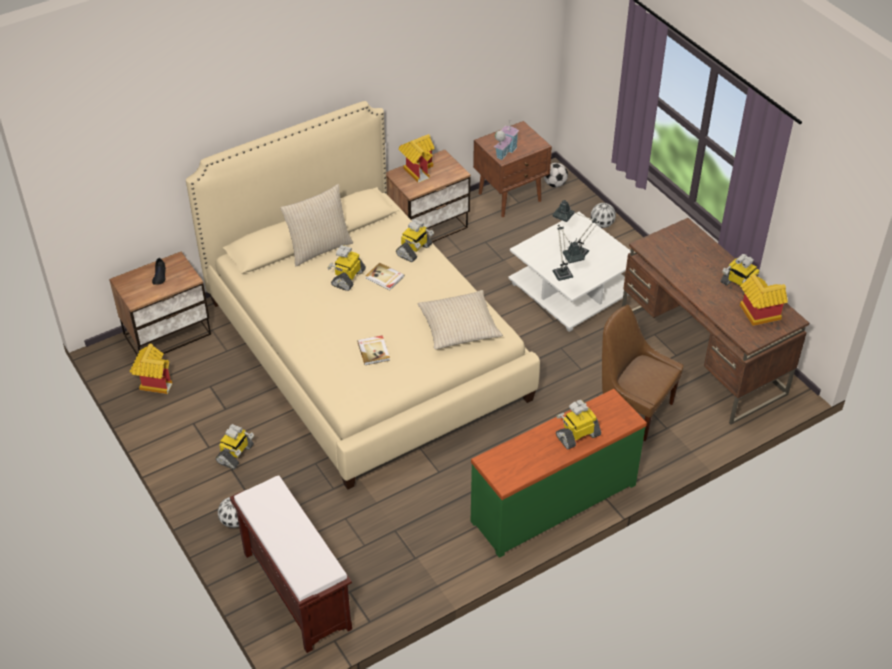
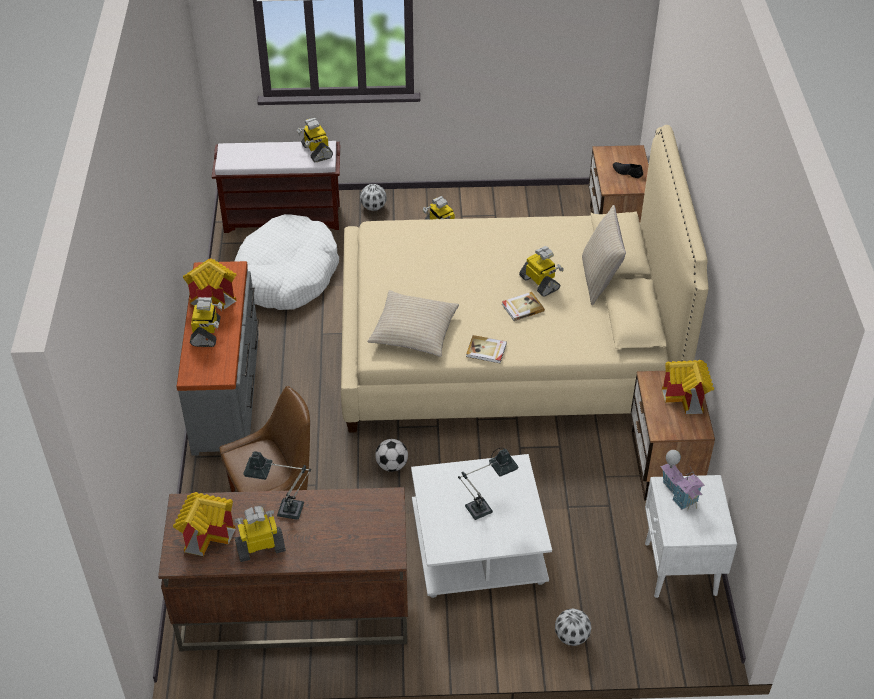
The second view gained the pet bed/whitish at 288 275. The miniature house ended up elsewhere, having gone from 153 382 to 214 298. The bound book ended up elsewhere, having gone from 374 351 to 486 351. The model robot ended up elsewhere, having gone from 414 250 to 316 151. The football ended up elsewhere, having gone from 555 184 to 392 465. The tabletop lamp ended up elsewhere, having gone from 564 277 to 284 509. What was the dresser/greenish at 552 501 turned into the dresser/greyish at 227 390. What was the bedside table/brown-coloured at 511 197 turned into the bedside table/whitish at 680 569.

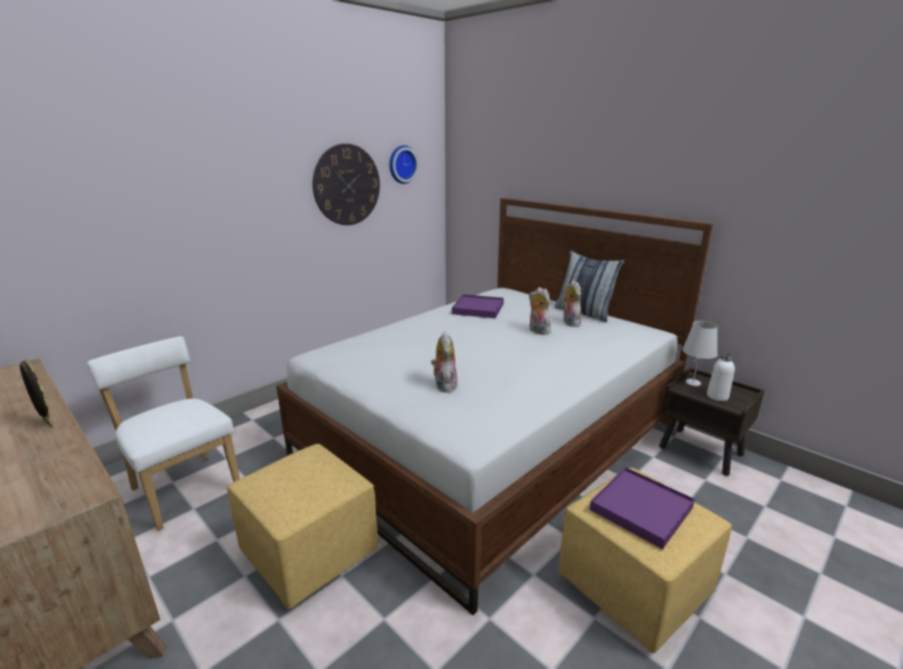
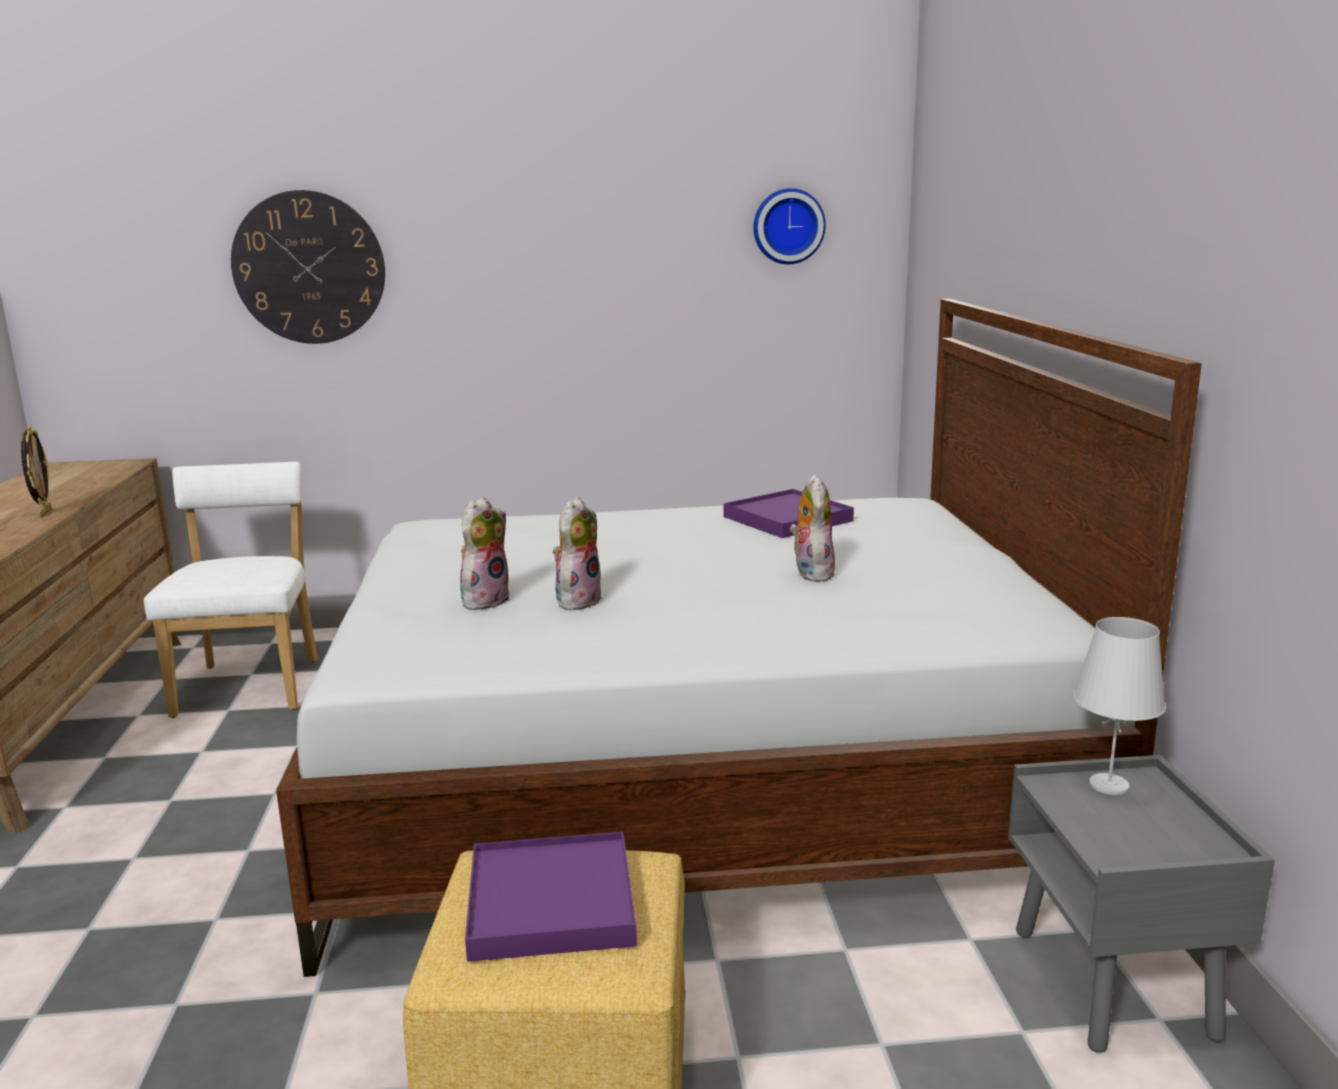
The second view lost the footrest/yellow at 312 552. The second view lost the throw pillow at 584 312. The second view lost the bottle/whitish at 717 396. The clock on the wall ended up elsewhere, having gone from 347 185 to 309 268. The cuddly toy ended up elsewhere, having gone from 569 323 to 577 600. What was the bedside table/brown-coloured at 701 451 turned into the bedside table/greyish at 1115 984.

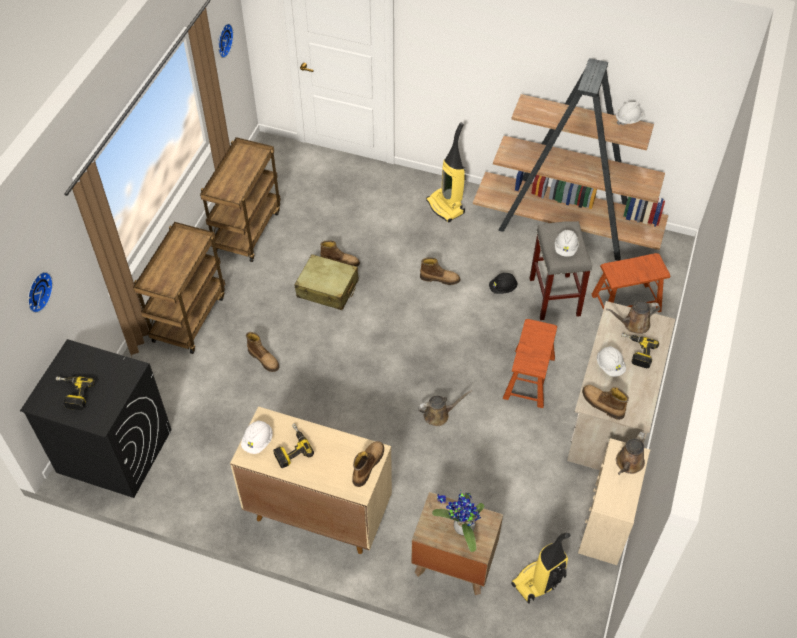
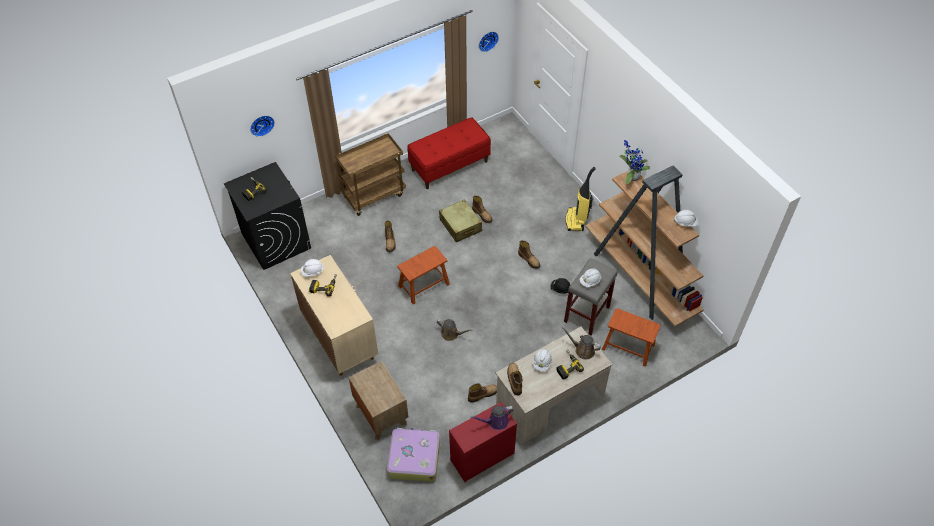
The tall boot ended up elsewhere, having gone from 367 465 to 483 394. The potted plant ended up elsewhere, having gone from 461 528 to 631 176. The stool seat/brown-coloured ended up elsewhere, having gone from 529 378 to 423 285. Where the cart/brown-coloured stood at 247 230, the indoor bench/reddish came to stand at 449 165. Where the vacuum cleaner stood at 538 582, the travel case came to stand at 414 458. What was the dresser/sand-coloured at 605 524 turned into the dresser/reddish at 481 457. What was the watering can/brown-coloured at 628 464 turned into the watering can/purple-coloured at 496 422.

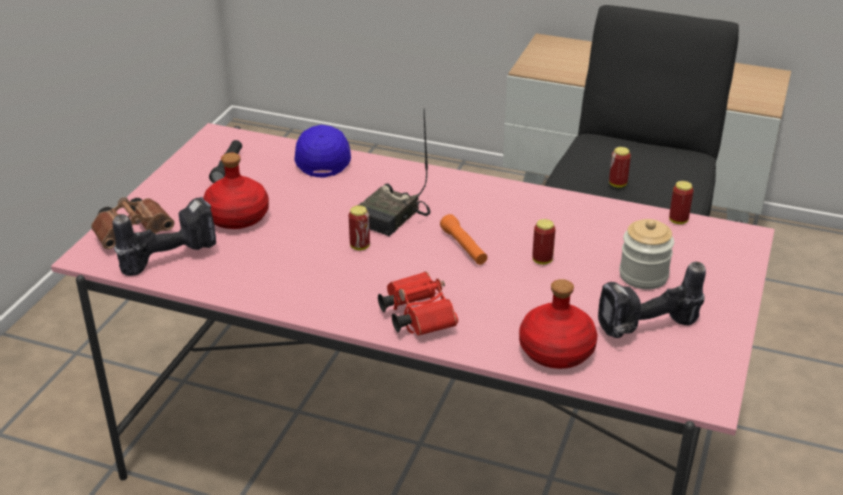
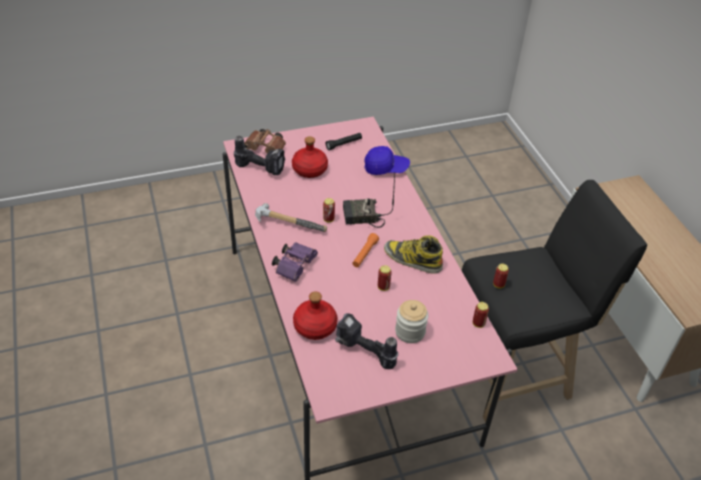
The second view gained the hammer at 289 223. The second view gained the tall boot at 412 259. What was the pair of binoculars/reddish at 416 316 turned into the pair of binoculars/purple-coloured at 295 265. The baseball cap/blue-coloured at 323 159 ended up facing another way, 45 degrees clockwise from before.

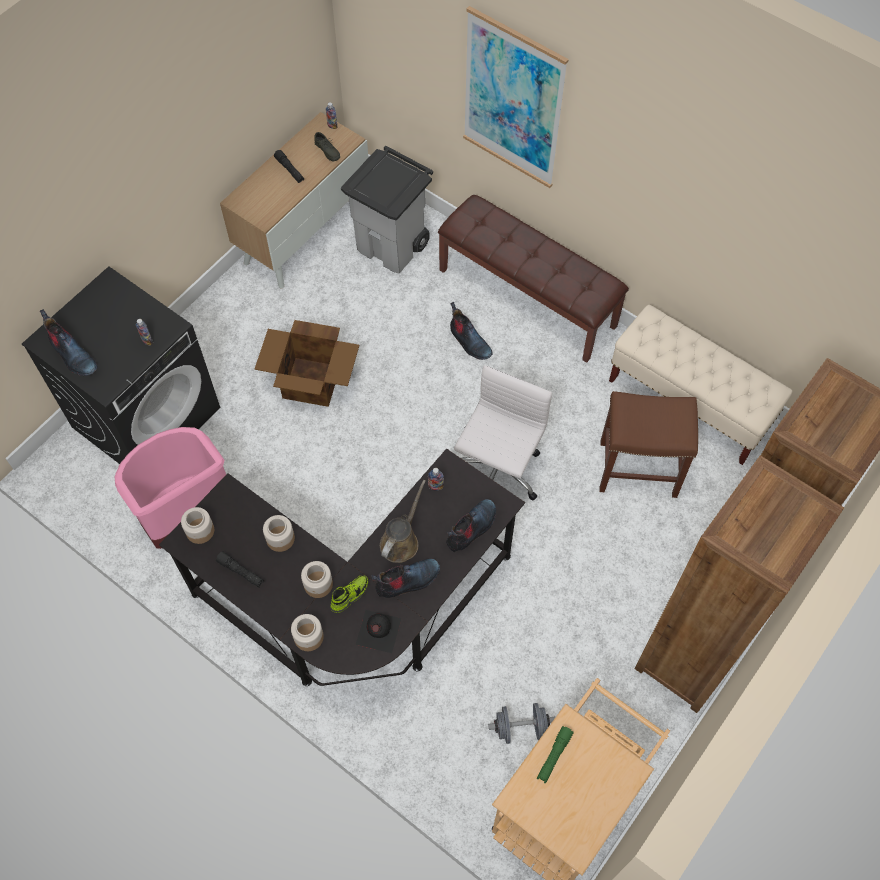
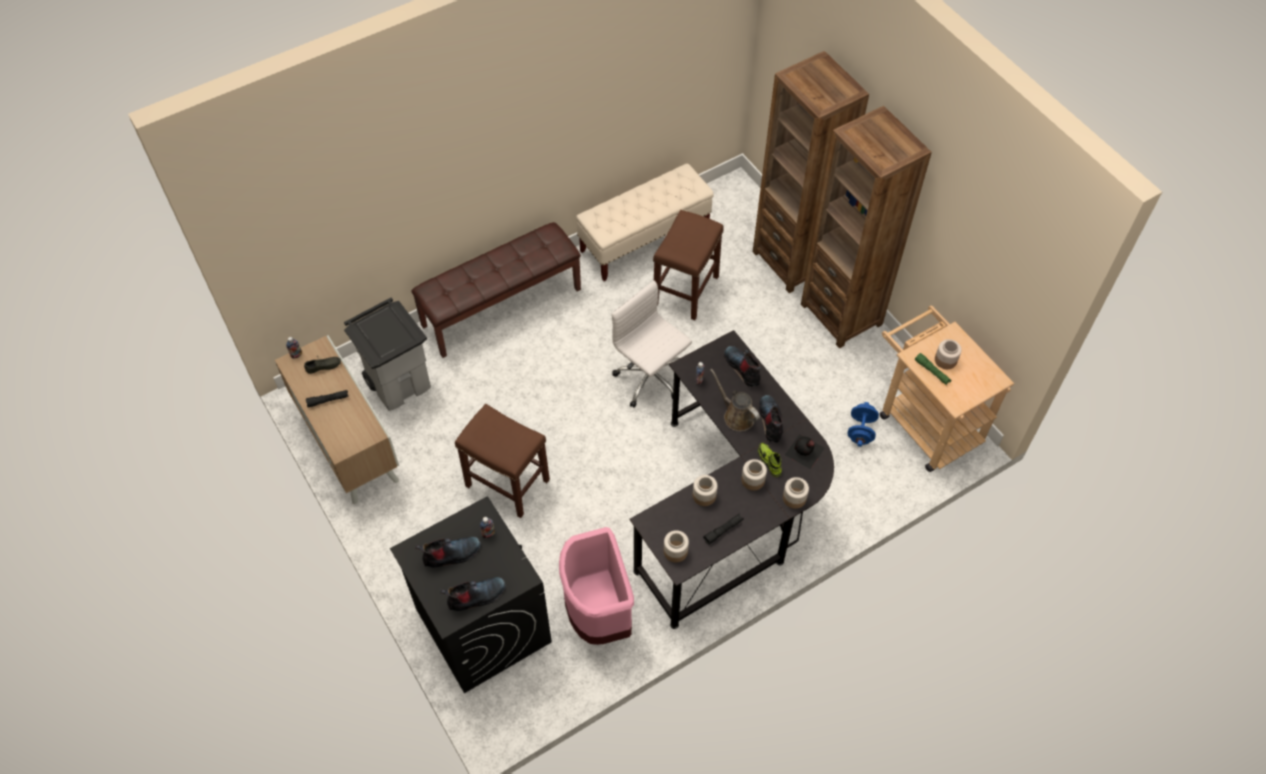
The second view lost the wall picture at 513 100. The second view gained the preserve jar at 945 360. The tall boot ended up elsewhere, having gone from 469 342 to 451 555. Where the packing box stood at 312 382, the stool seat/brown-coloured came to stand at 508 483. What was the hand weight/greyish at 520 727 turned into the hand weight/blue-coloured at 861 431.

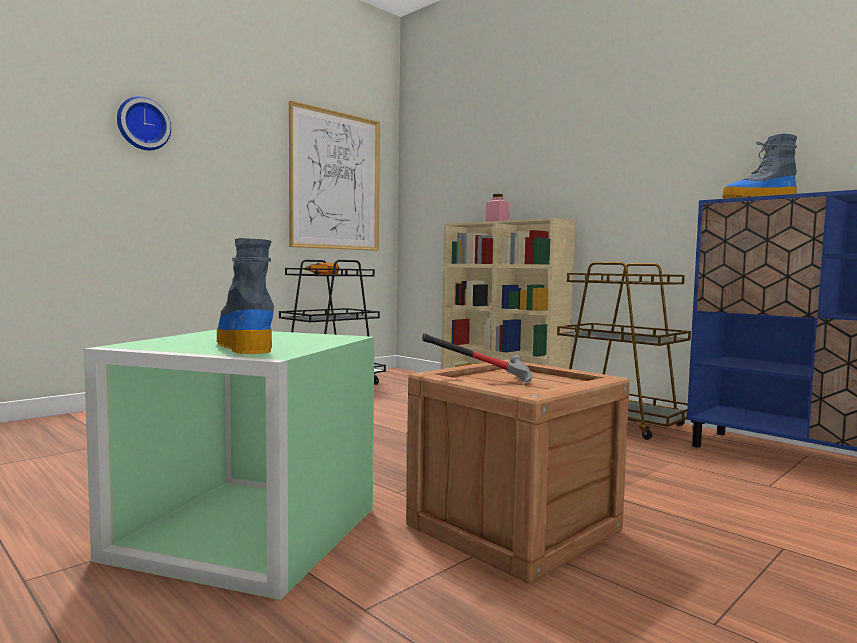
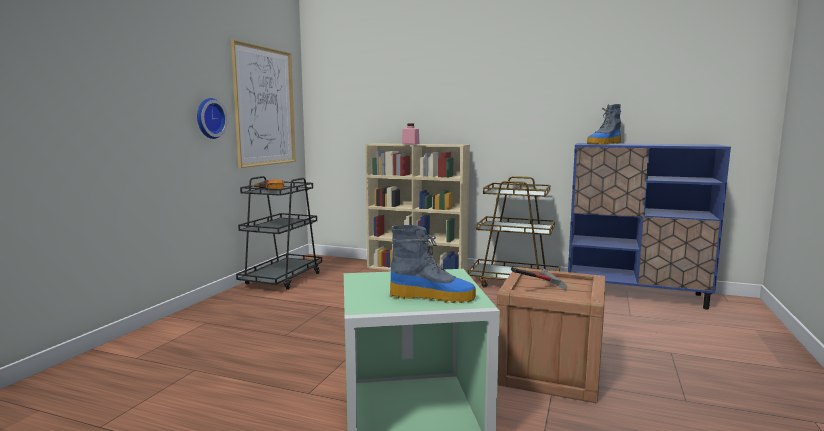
The clock on the wall ended up elsewhere, having gone from 143 124 to 209 118. The tall boot at 244 346 ended up facing another way, 150 degrees clockwise from before.

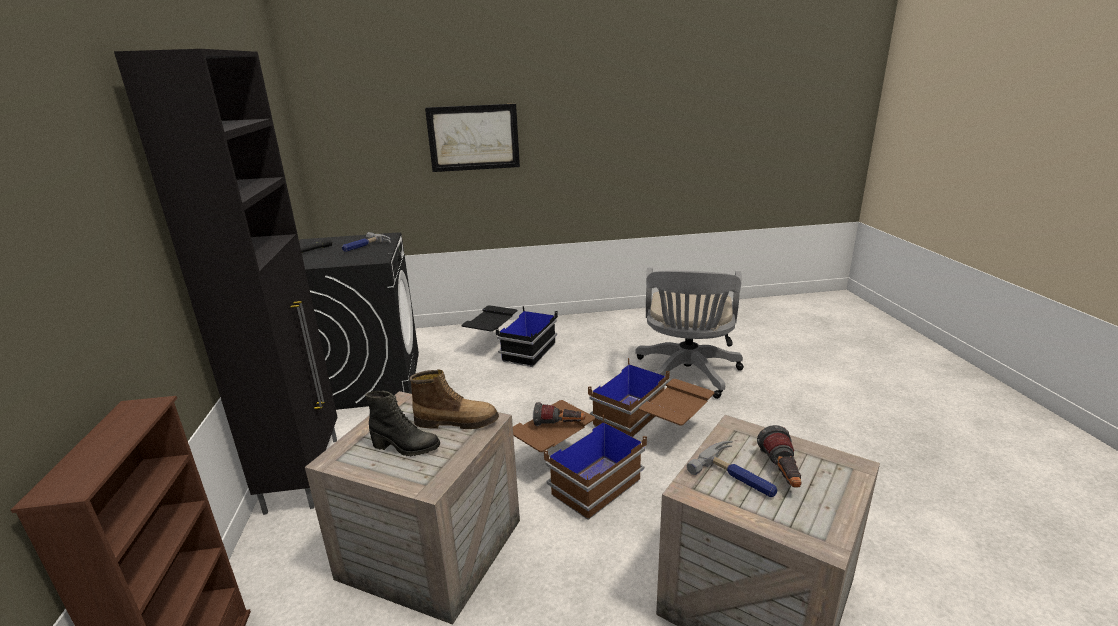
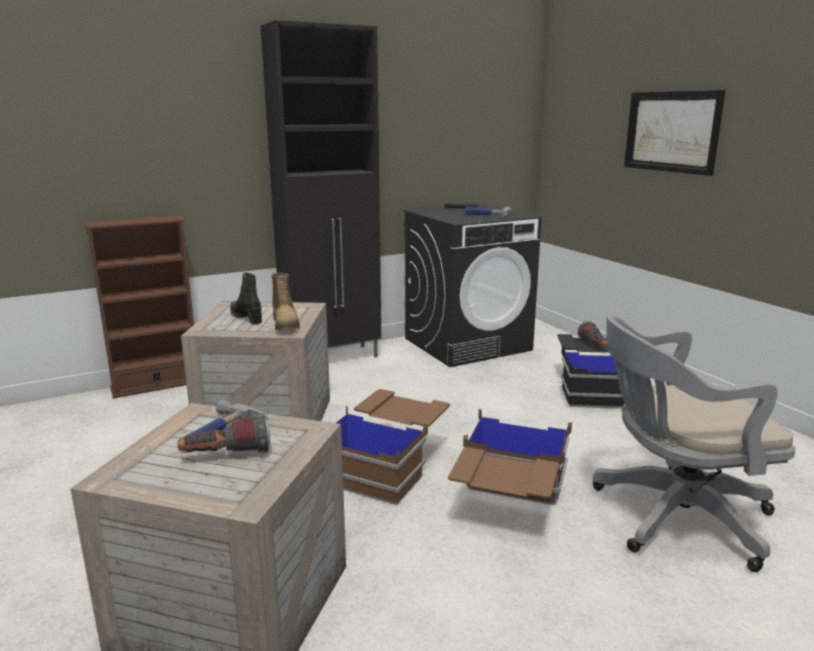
The hand torch ended up elsewhere, having gone from 559 425 to 594 346. The tall boot/blackish at 405 448 ended up facing another way, 150 degrees clockwise from before.

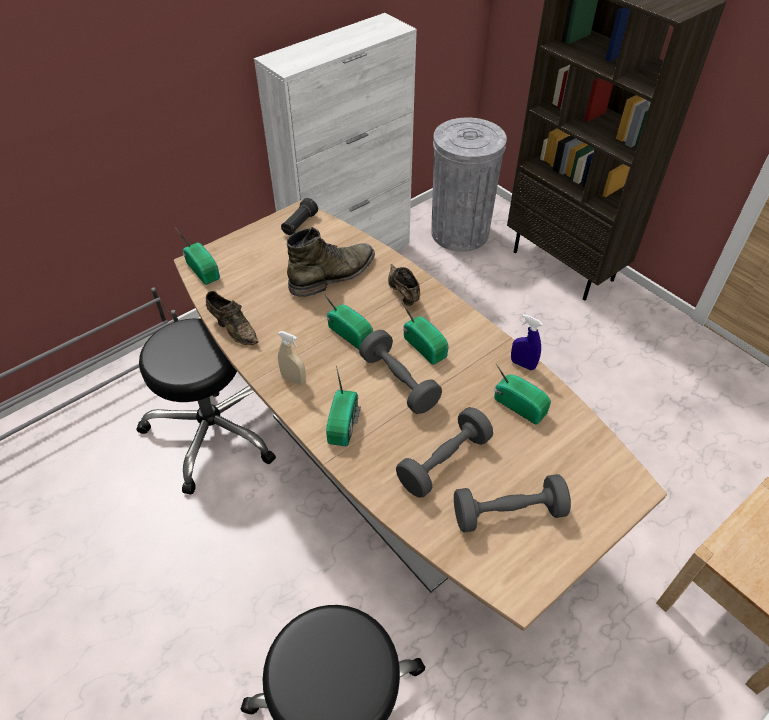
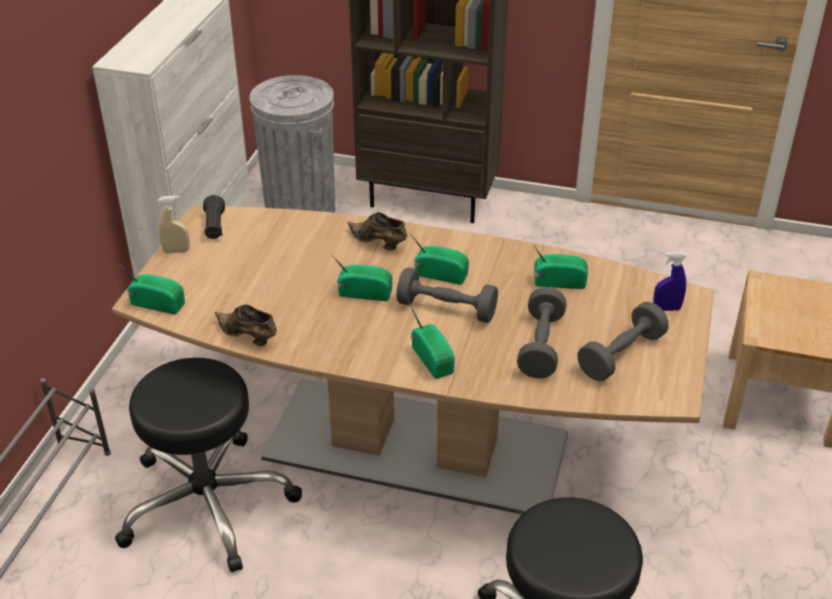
The second view lost the tall boot/greenish at 333 275. The sprayer/sand-coloured ended up elsewhere, having gone from 293 379 to 176 251. The sprayer/blue-coloured ended up elsewhere, having gone from 522 364 to 666 309. The shoe/brown-coloured at 233 328 ended up facing another way, 150 degrees counterclockwise from before.

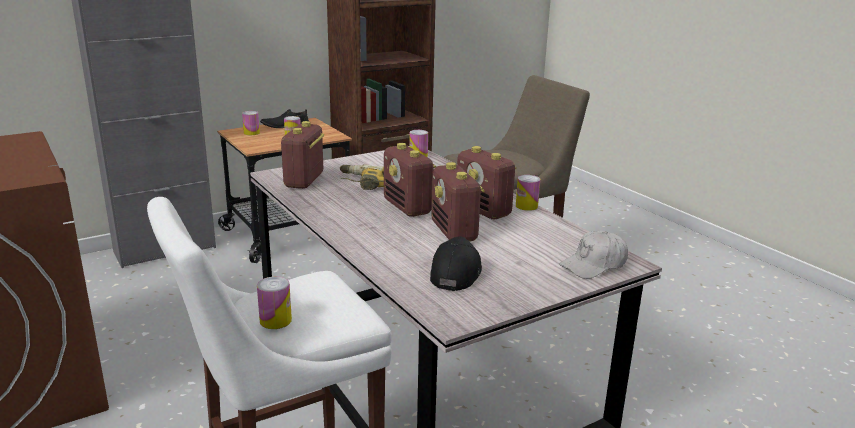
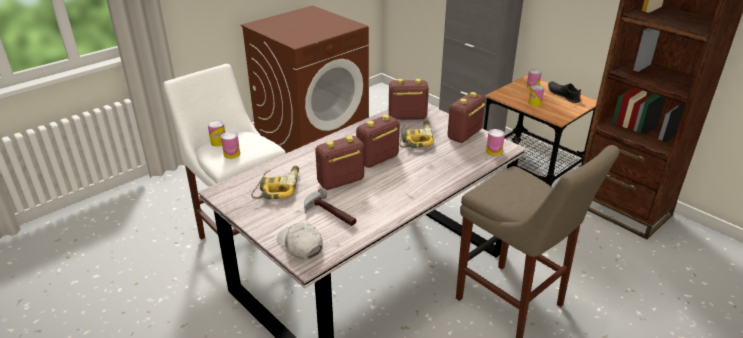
The second view gained the hammer at 329 214. The radio receiver ended up elsewhere, having gone from 483 210 to 464 135. The metal can ended up elsewhere, having gone from 526 206 to 232 154. Where the baseball cap/blackish stood at 455 273, the drill came to stand at 278 187.

